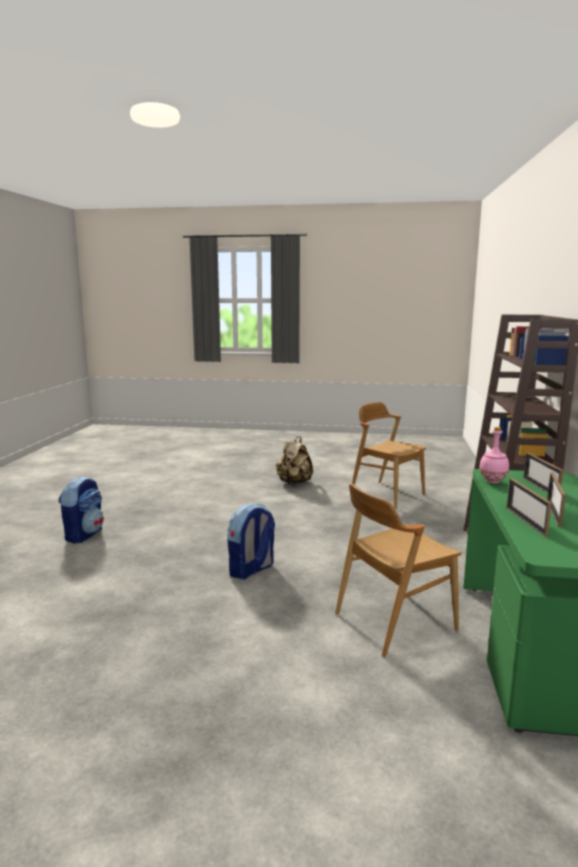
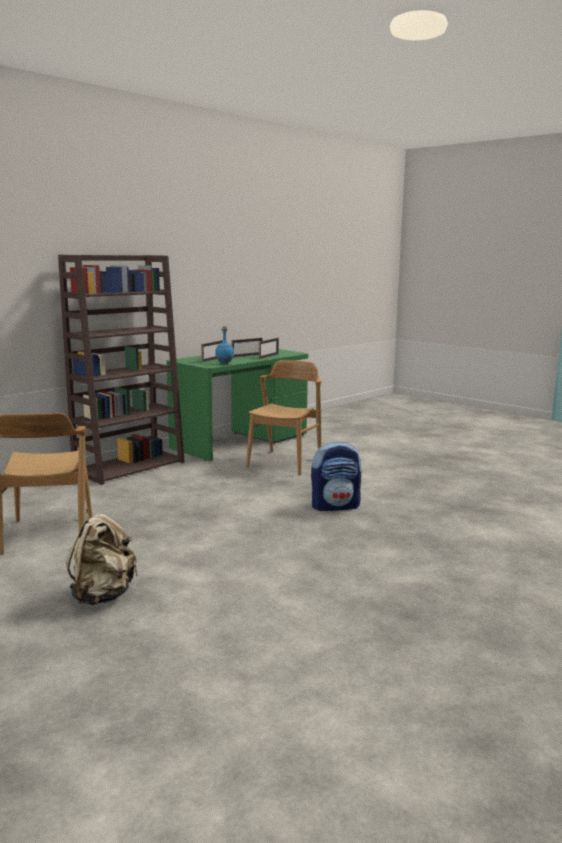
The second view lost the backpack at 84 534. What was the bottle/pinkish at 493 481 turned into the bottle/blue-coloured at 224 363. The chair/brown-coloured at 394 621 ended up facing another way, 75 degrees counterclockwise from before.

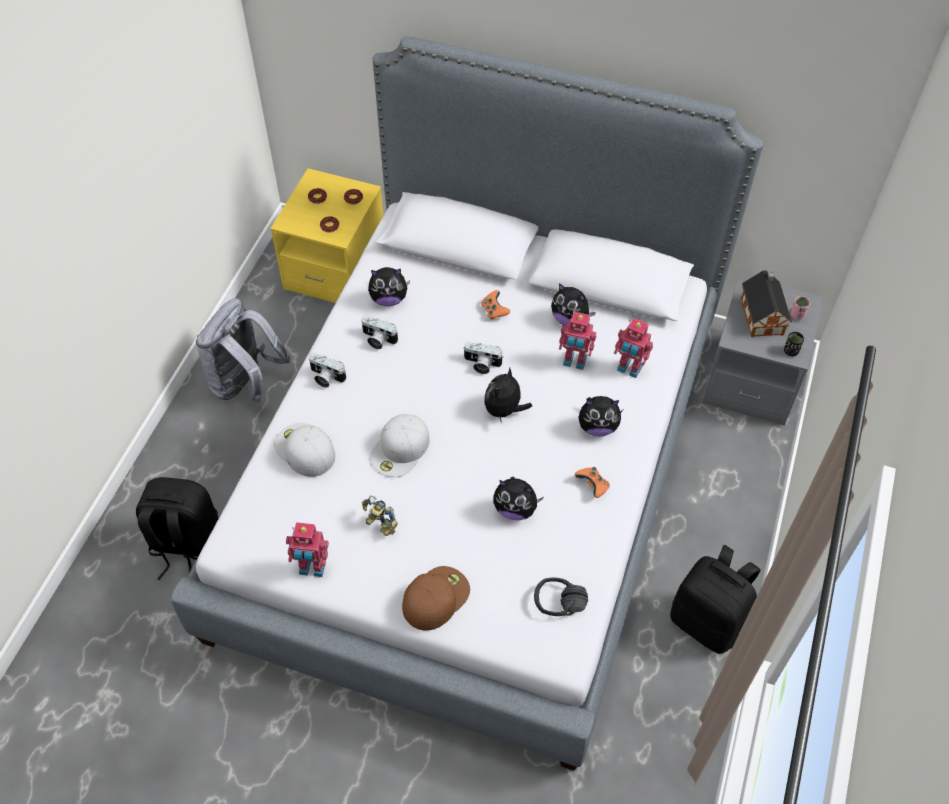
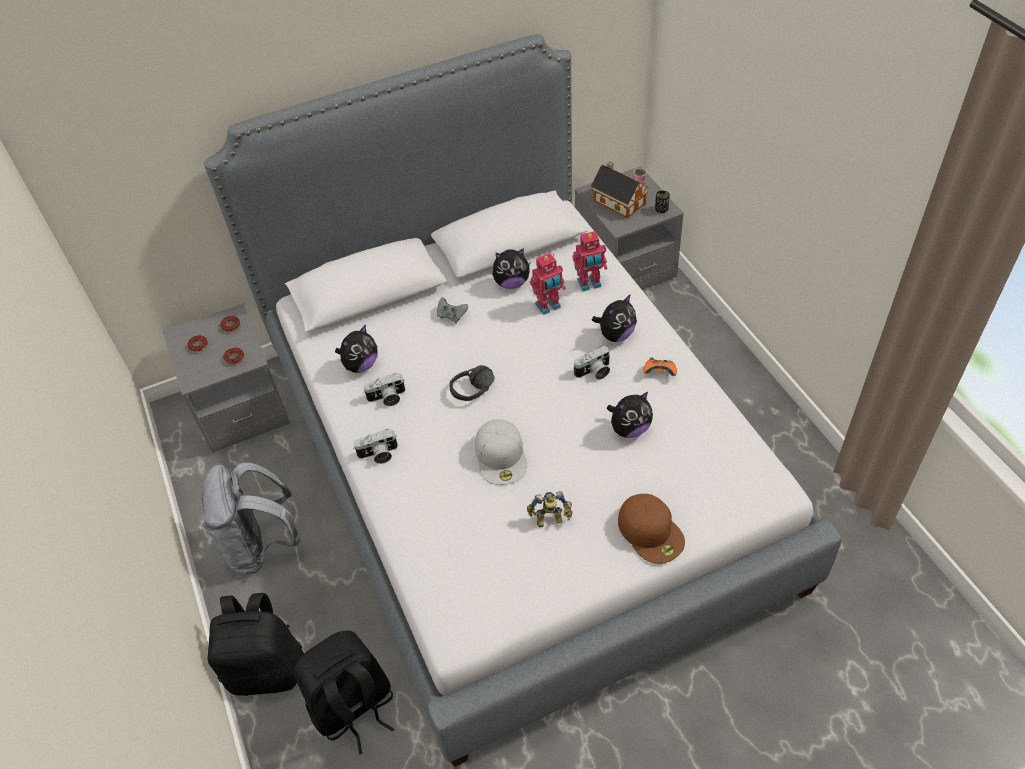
The second view lost the baseball cap/whitish at 304 450. The second view lost the model robot at 312 568. The second view lost the cuddly toy at 504 410. The photo camera ended up elsewhere, having gone from 481 364 to 594 372. The headphones/blackish ended up elsewhere, having gone from 559 610 to 477 393. The backpack/blackish ended up elsewhere, having gone from 708 621 to 268 668. What was the bedside table/yellow at 335 269 turned into the bedside table/greyish at 240 408. What was the game controller/orange at 494 311 turned into the game controller/greyish at 451 316. The baseball cap/brown-coloured at 435 597 ended up facing another way, 150 degrees clockwise from before.

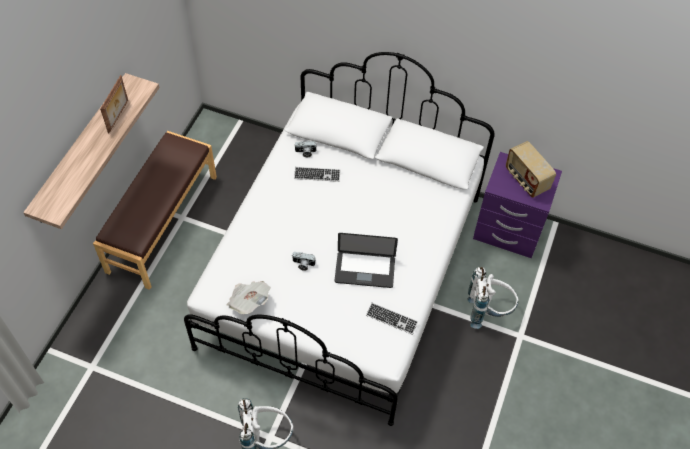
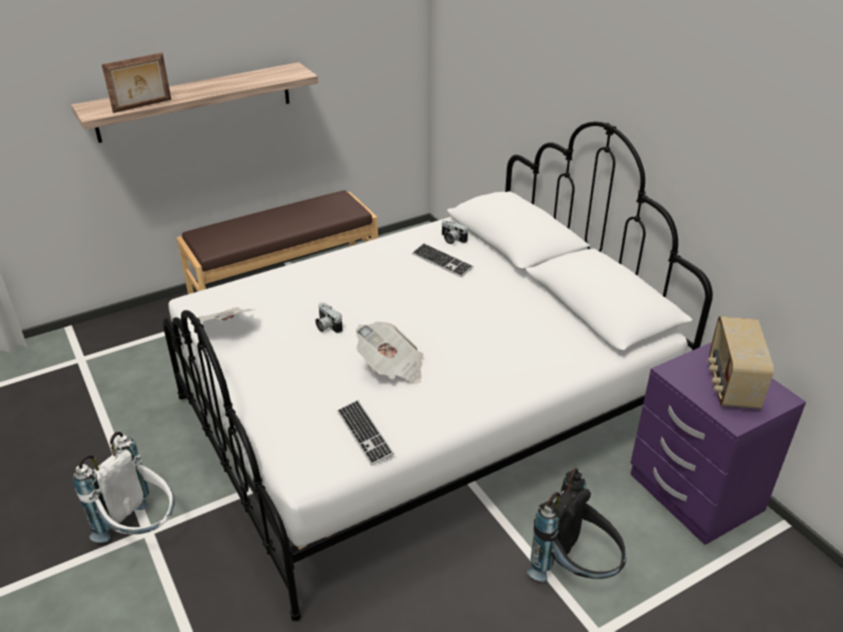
The photo frame ended up elsewhere, having gone from 119 116 to 143 106. Where the laptop stood at 365 270, the newspaper came to stand at 392 367. What was the backpack/whitish at 488 310 turned into the backpack/blackish at 575 570.

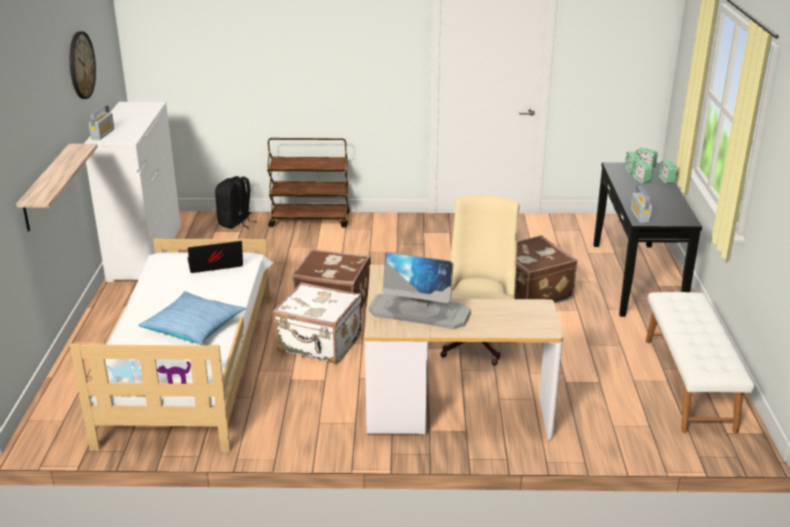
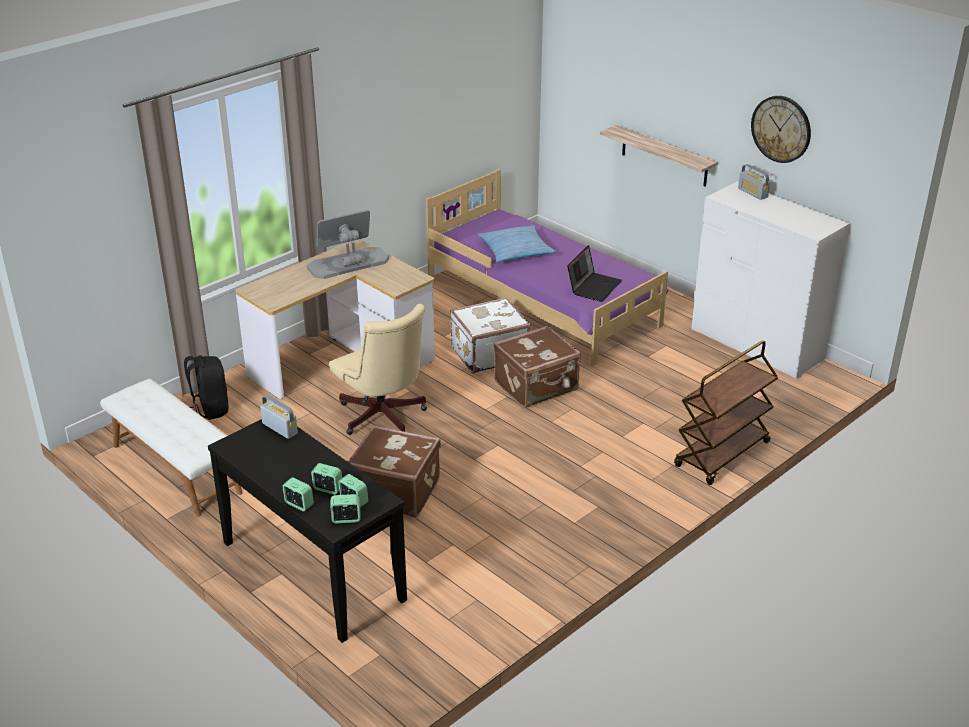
The backpack/blackish ended up elsewhere, having gone from 236 222 to 209 409. What was the bed/whitish at 190 362 turned into the bed/purple-coloured at 543 302.

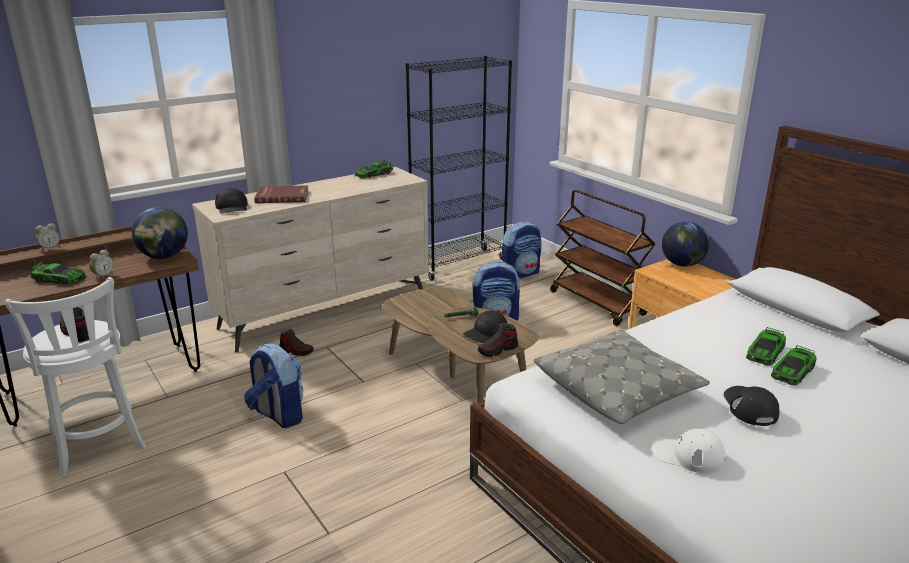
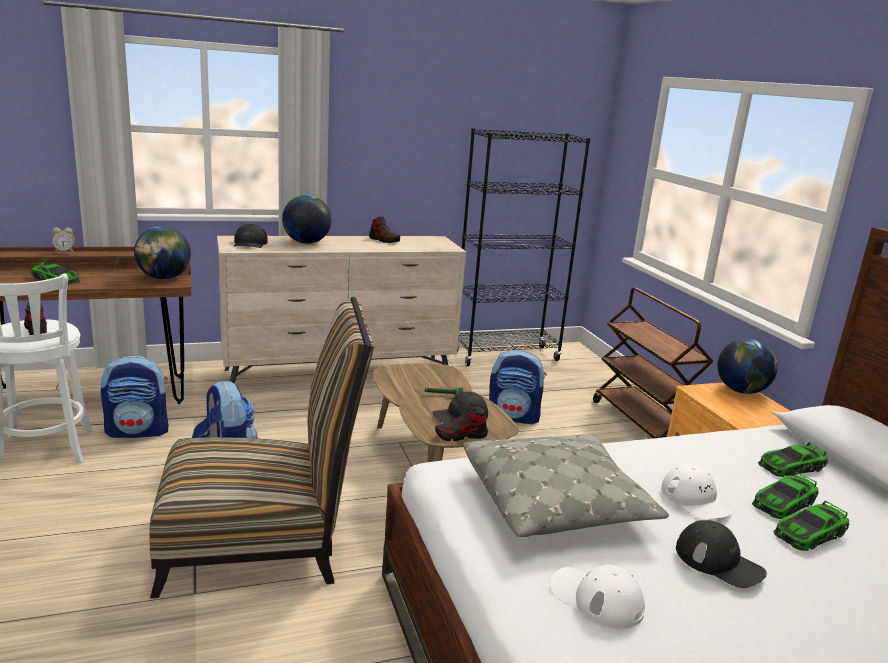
The second view lost the table clock at 103 276. The second view gained the chair at 262 542. The second view gained the baseball cap/whitish at 695 500. The shoe ended up elsewhere, having gone from 296 351 to 384 240. The toy car ended up elsewhere, having gone from 373 174 to 791 466. The backpack ended up elsewhere, having gone from 521 273 to 138 431. Where the bound book/reddish stood at 282 196, the desk globe came to stand at 306 242. The baseball cap/blackish at 749 407 ended up facing another way, 120 degrees clockwise from before.

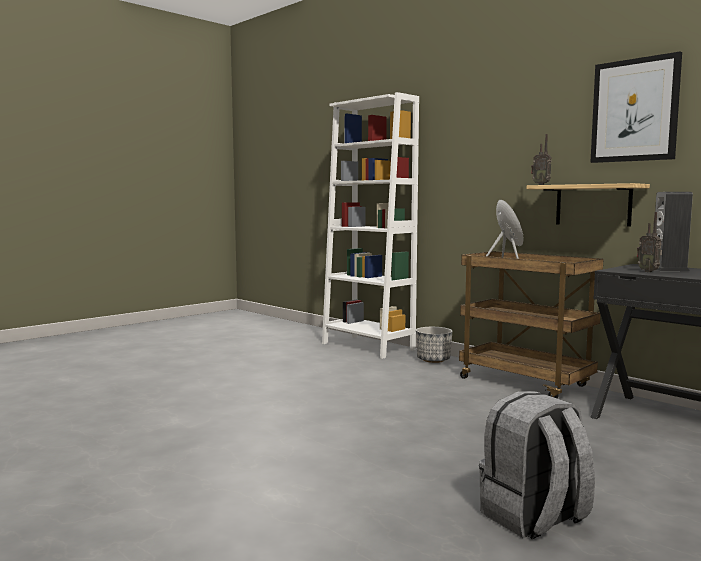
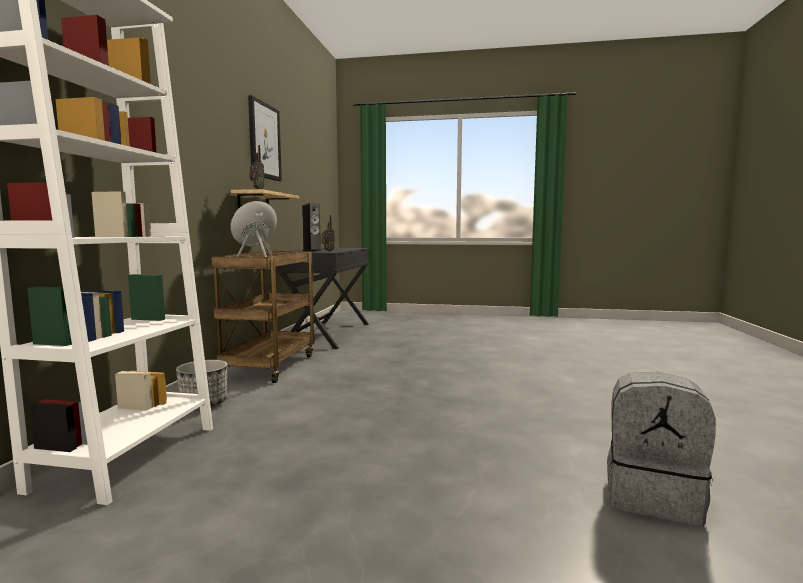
The backpack/greyish ended up elsewhere, having gone from 533 518 to 653 496.

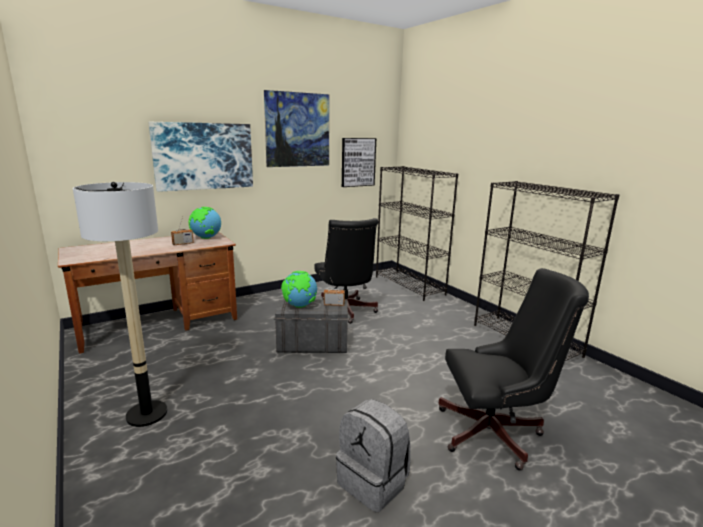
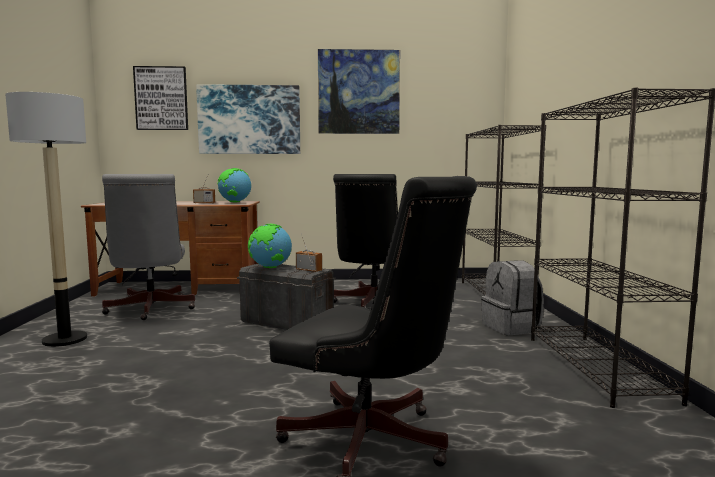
The second view gained the office chair/greyish at 149 310. The backpack/greyish ended up elsewhere, having gone from 374 482 to 511 327. The wall picture ended up elsewhere, having gone from 358 162 to 161 98.

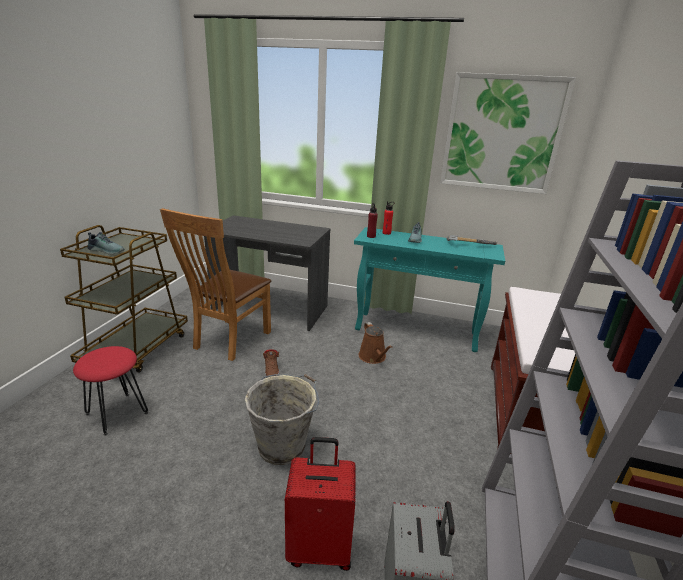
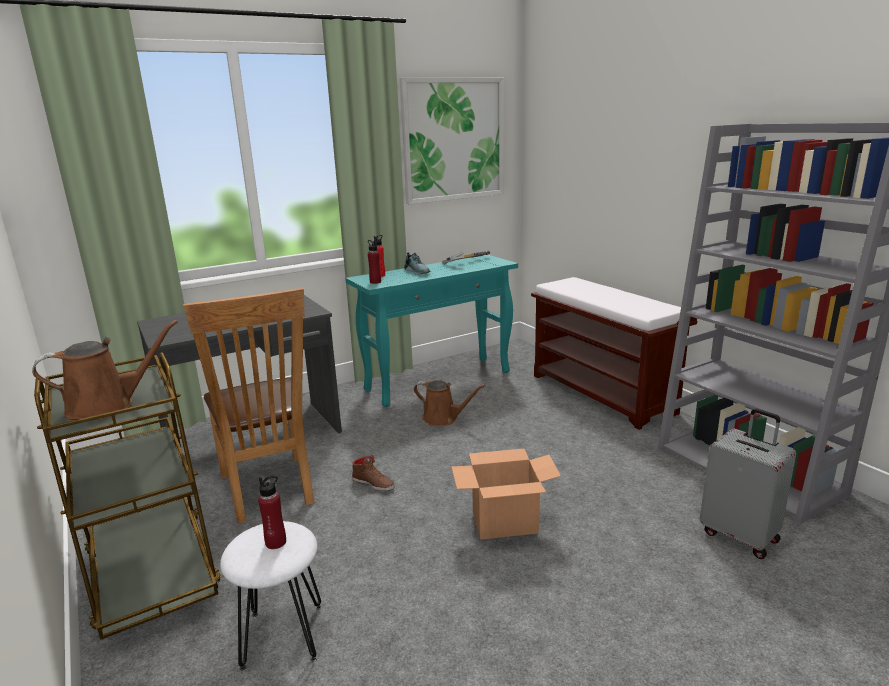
The second view lost the travel case/reddish at 320 547. The second view gained the bottle/reddish at 276 542. Where the shoe stood at 107 250, the watering can/brown-coloured came to stand at 107 406. Where the water bucket/greyish stood at 283 446, the packing box came to stand at 504 523. What was the stool seat/reddish at 117 413 turned into the stool seat/whitish at 283 634.

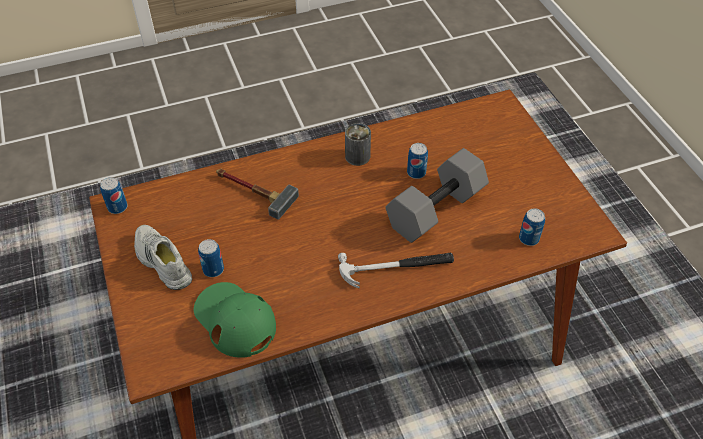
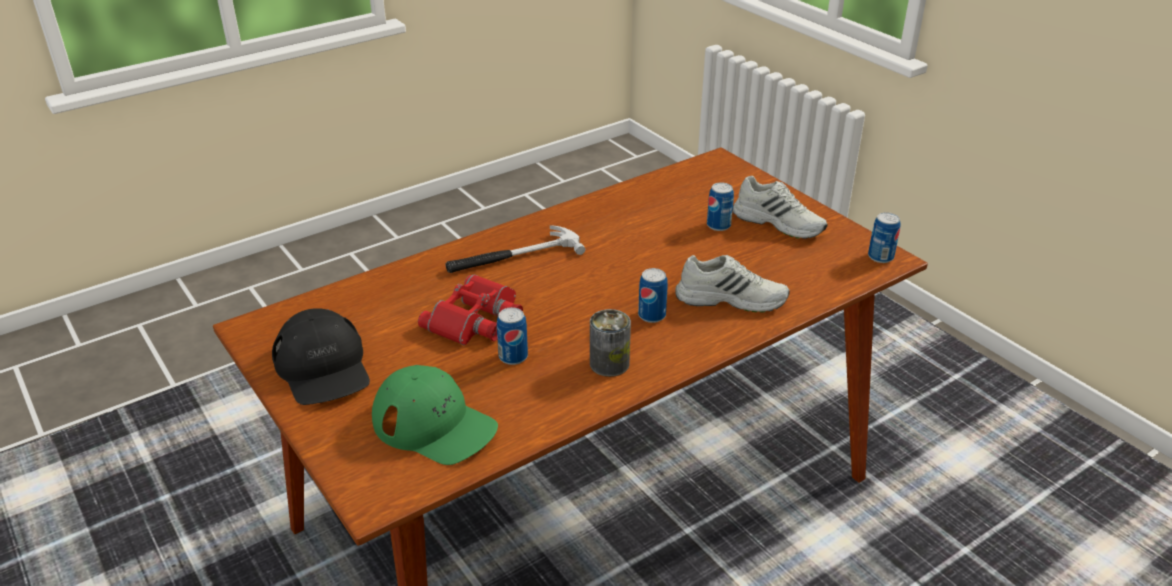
The second view gained the baseball cap/blackish at 323 368. The baseball cap/greenish ended up elsewhere, having gone from 234 320 to 434 425. The metal can ended up elsewhere, having gone from 528 238 to 652 315. Where the hammer stood at 252 191, the shoe/whitish came to stand at 731 298. Where the hand weight/greyish stood at 435 208, the pair of binoculars/reddish came to stand at 477 319.

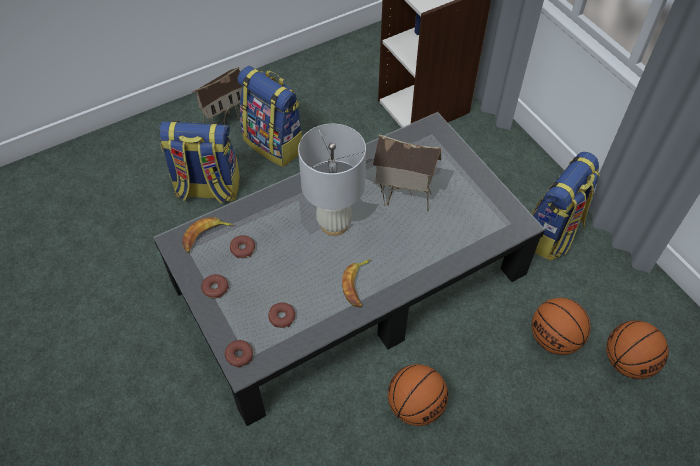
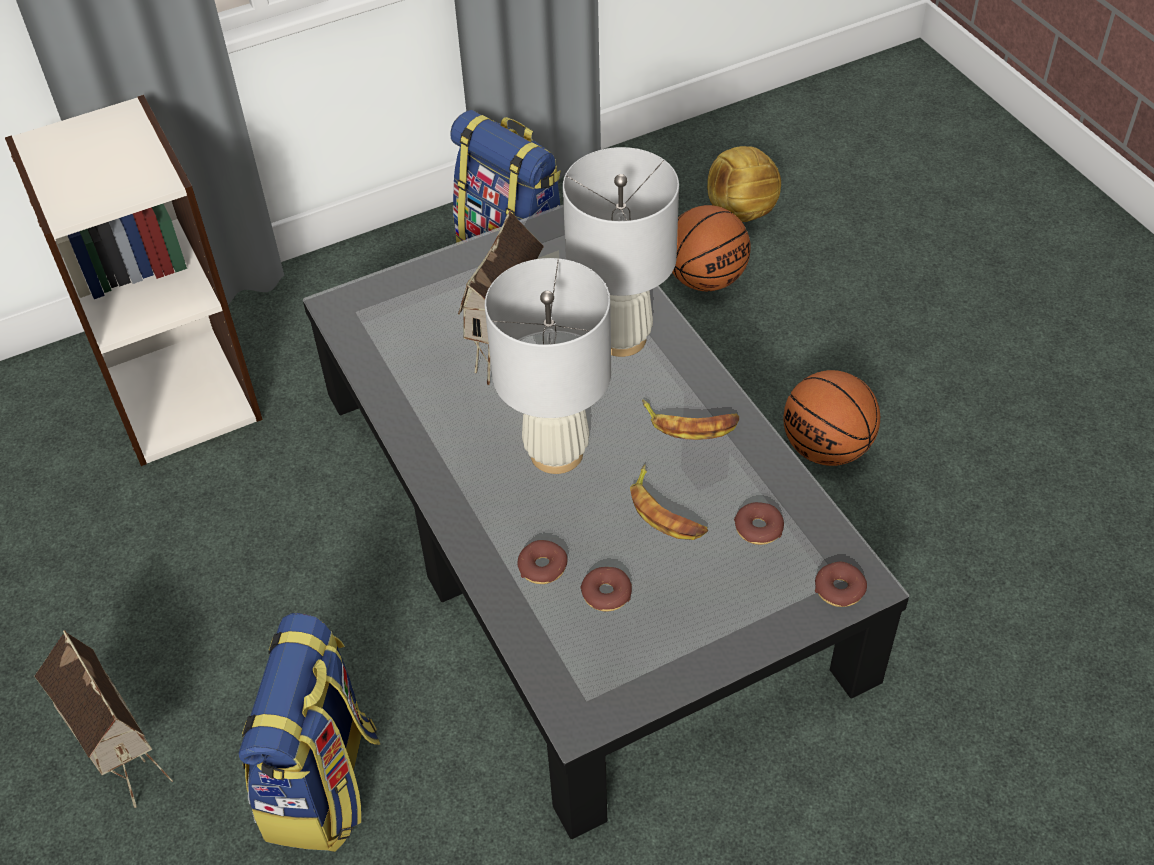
The second view lost the backpack at 275 144. The second view gained the tabletop lamp/whitish at 621 339. The whole banana ended up elsewhere, having gone from 205 236 to 666 511. The donut ended up elsewhere, having gone from 215 288 to 542 567. Where the ball for basketball stood at 627 361, the football came to stand at 741 211.

